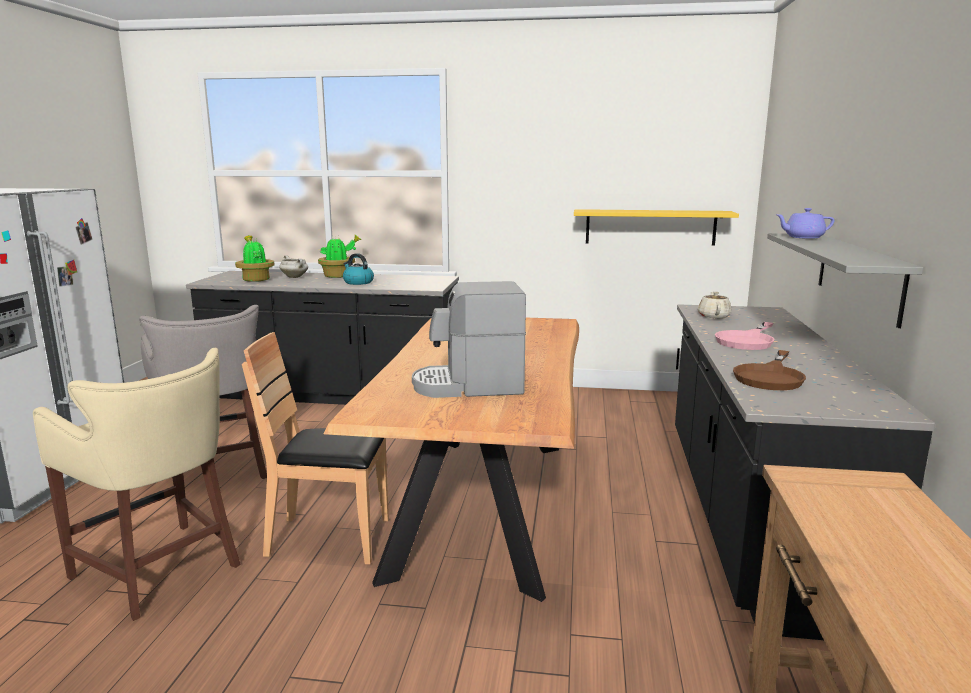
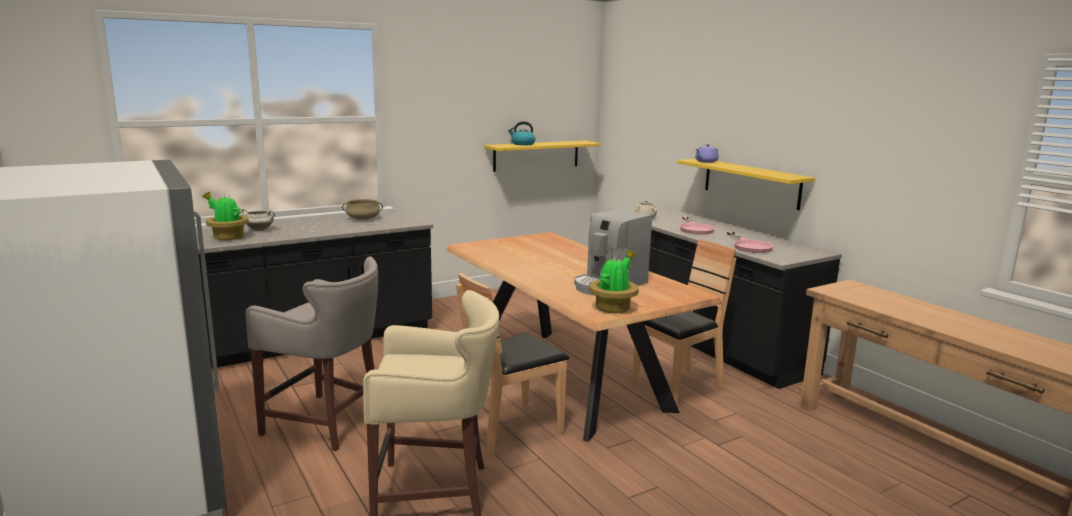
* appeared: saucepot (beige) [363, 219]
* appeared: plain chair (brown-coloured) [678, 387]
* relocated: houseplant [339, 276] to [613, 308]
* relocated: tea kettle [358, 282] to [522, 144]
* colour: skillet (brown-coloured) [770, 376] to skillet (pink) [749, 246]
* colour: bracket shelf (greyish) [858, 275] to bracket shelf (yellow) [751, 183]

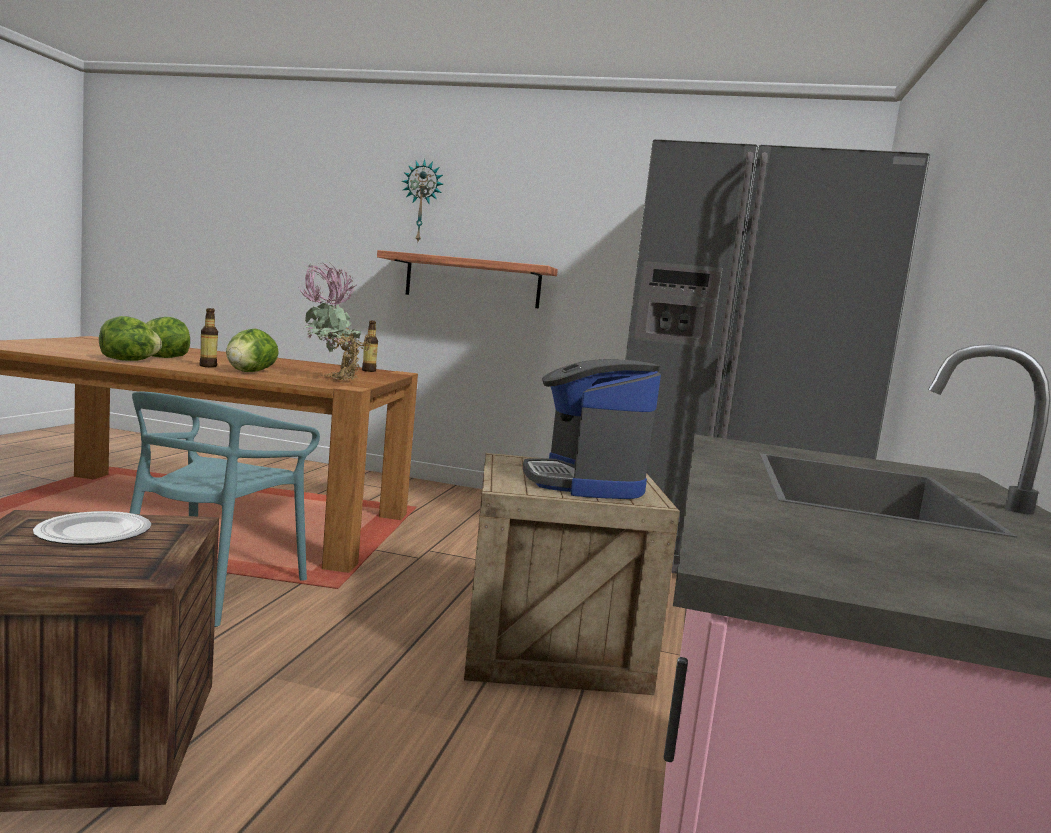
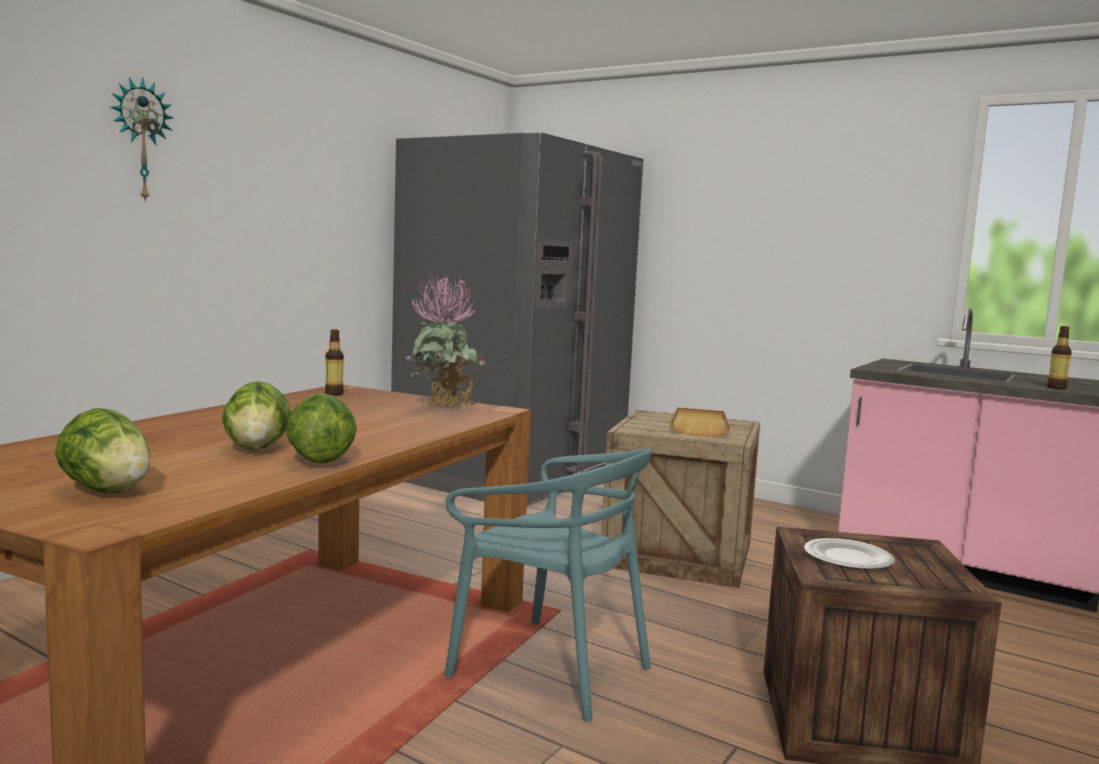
* missing: bracket shelf [472, 281]
* relocated: beverage bottle [208, 366] to [1056, 388]
* relocated: lettuce head [249, 372] to [107, 491]
* exchanged: coffee maker [585, 482] to carrying tray (beige) [699, 425]

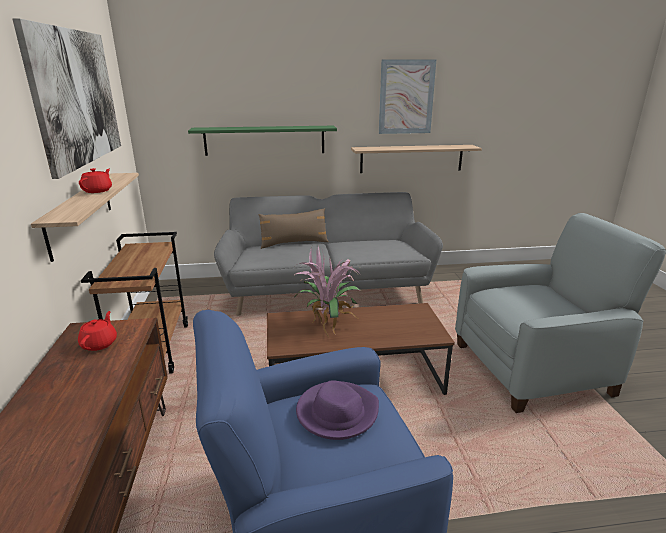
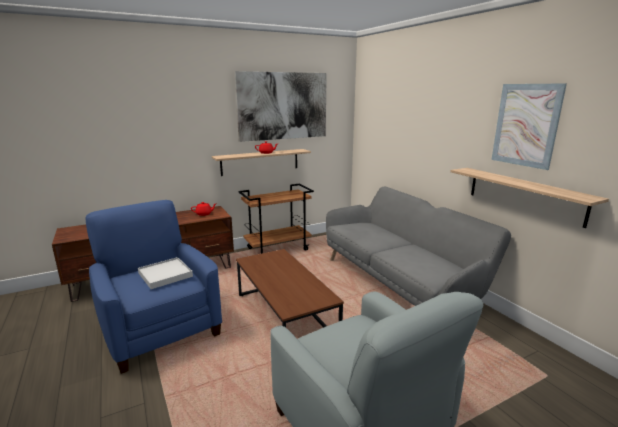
* missing: bracket shelf (green-coloured) [264, 140]
* missing: pillow (brown-coloured) [294, 243]
* missing: houseplant [329, 323]
* exchanged: clothing hat (purplish) [337, 412] to carrying tray (whitish) [165, 275]

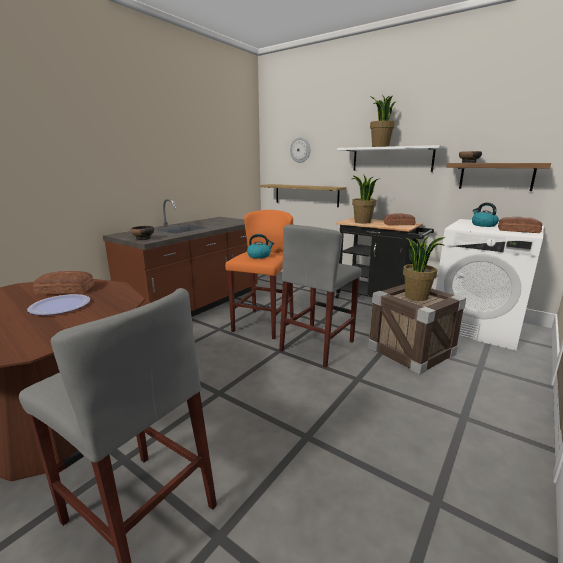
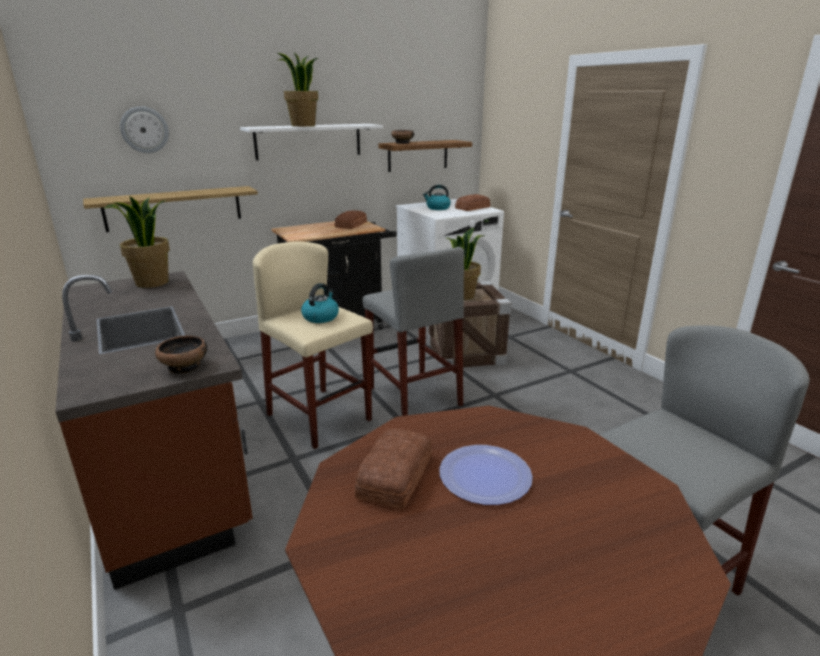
* relocated: houseplant [362, 222] to [152, 283]
* colour: stool (orange) [263, 324] to stool (beige) [319, 417]

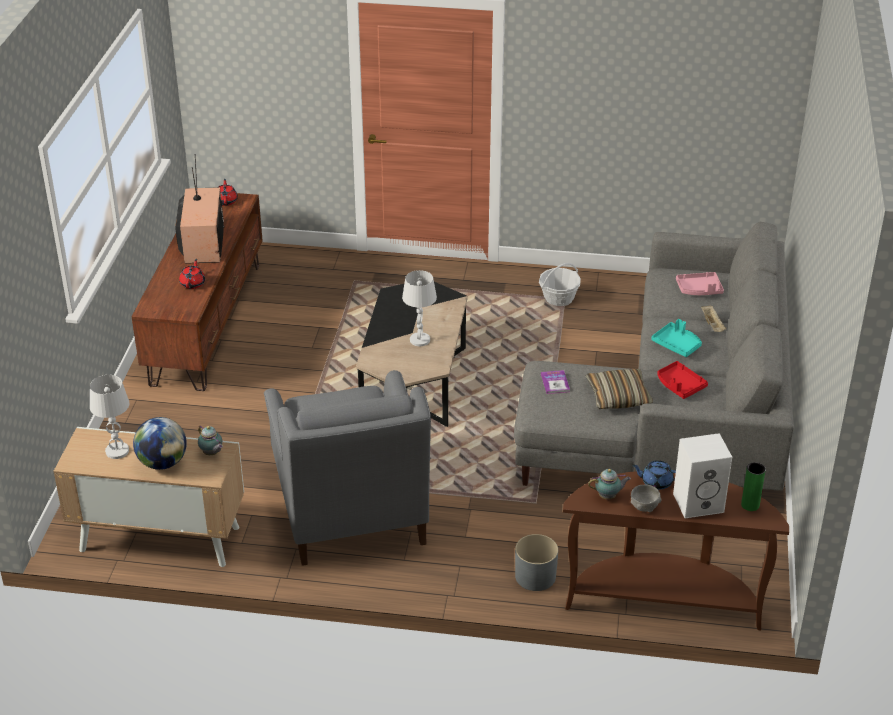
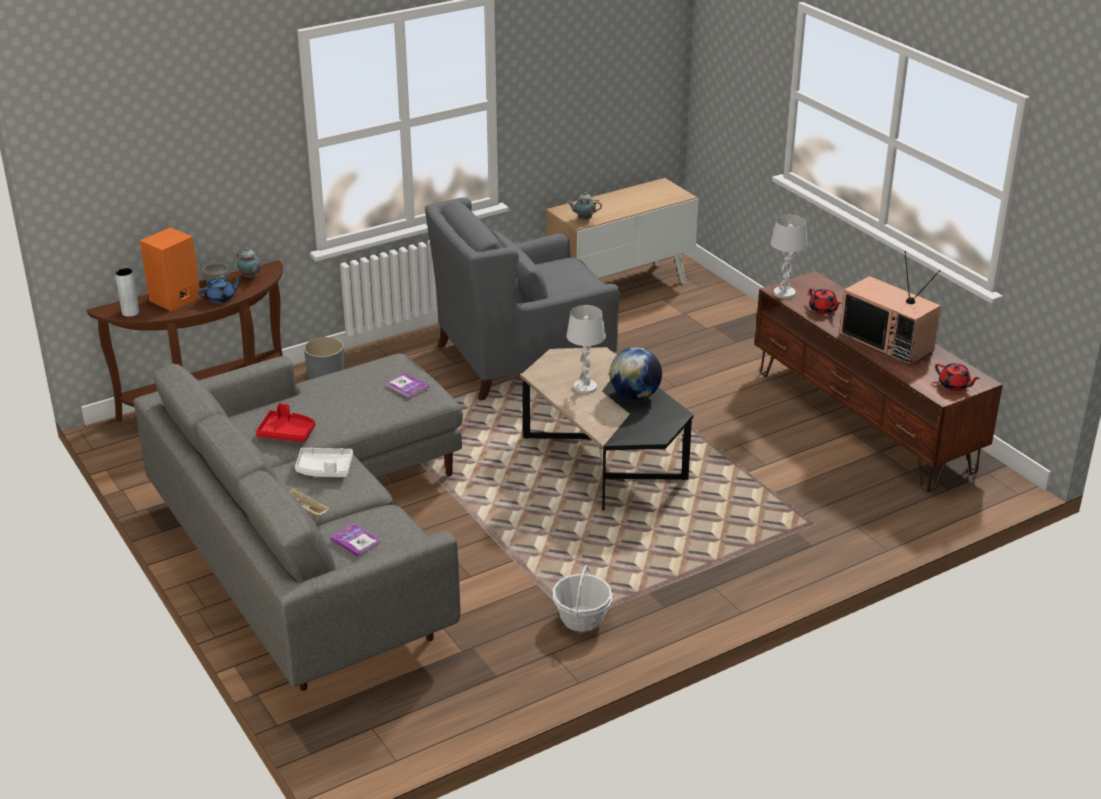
* missing: pillow [618, 396]
* relocated: lamp for a table (whitish) [117, 451] to [784, 293]
* relocated: world globe [162, 463] to [635, 395]
* exchanged: carrying tray (pink) [699, 289] to volume [356, 541]
* colour: carrying tray (turquoise-coloured) [677, 345] to carrying tray (whitish) [325, 469]
* colour: loudspeaker (whitish) [699, 502] to loudspeaker (orange) [174, 299]
* colour: flower vase (green-coloured) [750, 505] to flower vase (greyish) [130, 312]
* spun: easy chair (greyish) [350, 504] = [523, 358] 60 degrees counterclockwise
* spun: teapot [608, 496] = [251, 277] 90 degrees counterclockwise

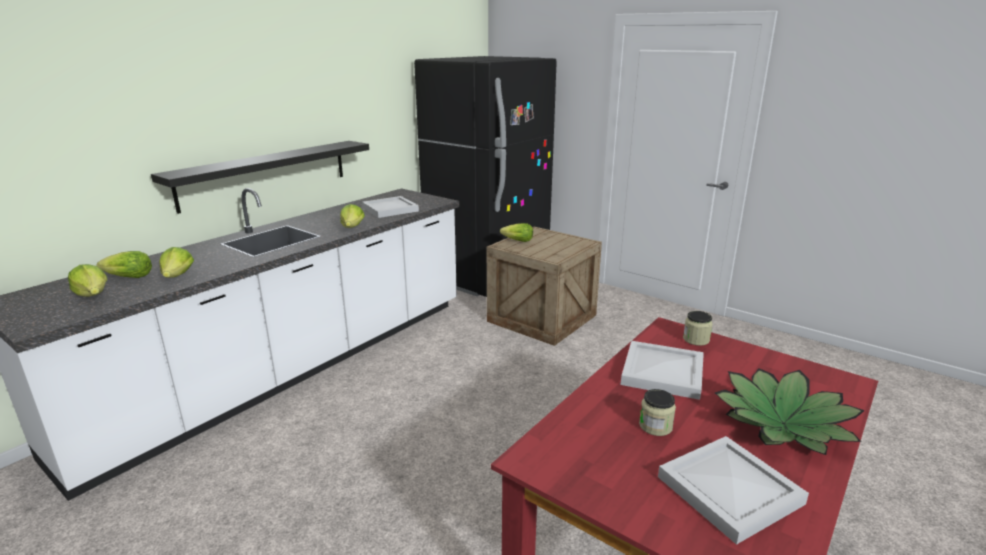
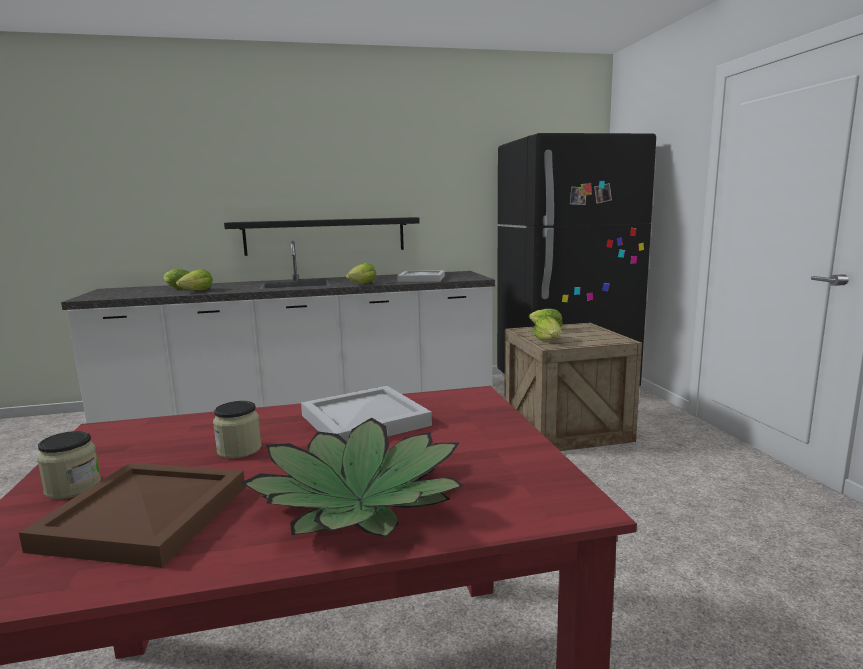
* relocated: lettuce head [93, 295] to [548, 341]
* relocated: jar [696, 339] to [73, 487]
* colour: carrying tray (whitish) [729, 488] to carrying tray (brown-coloured) [148, 516]

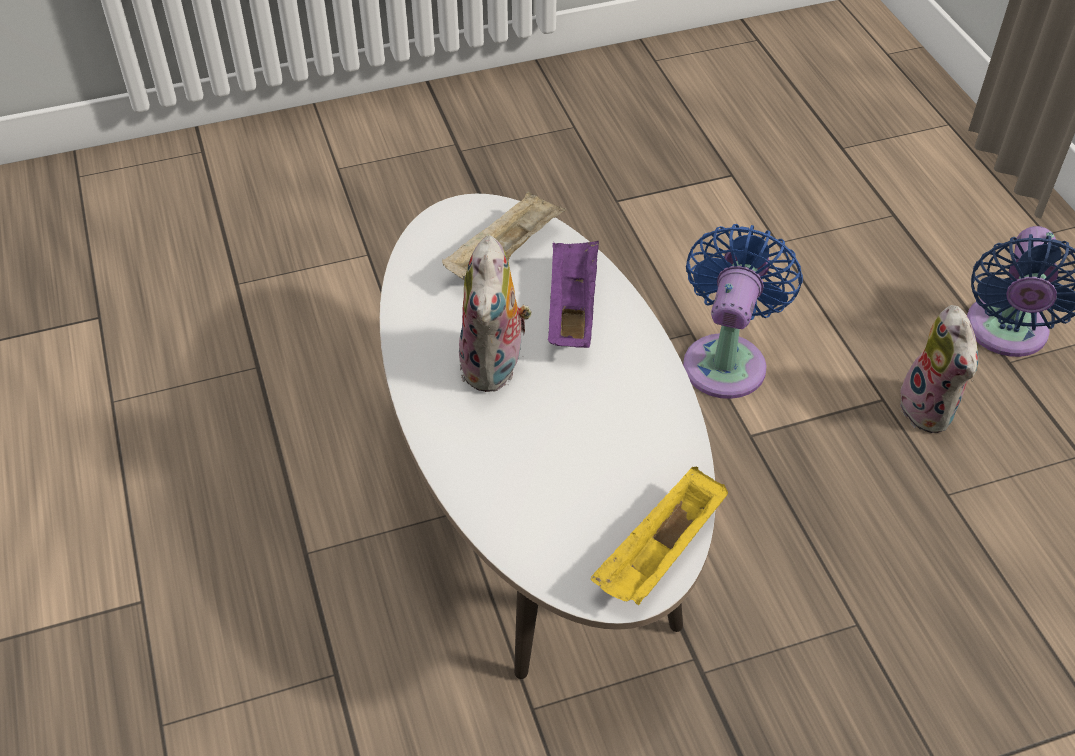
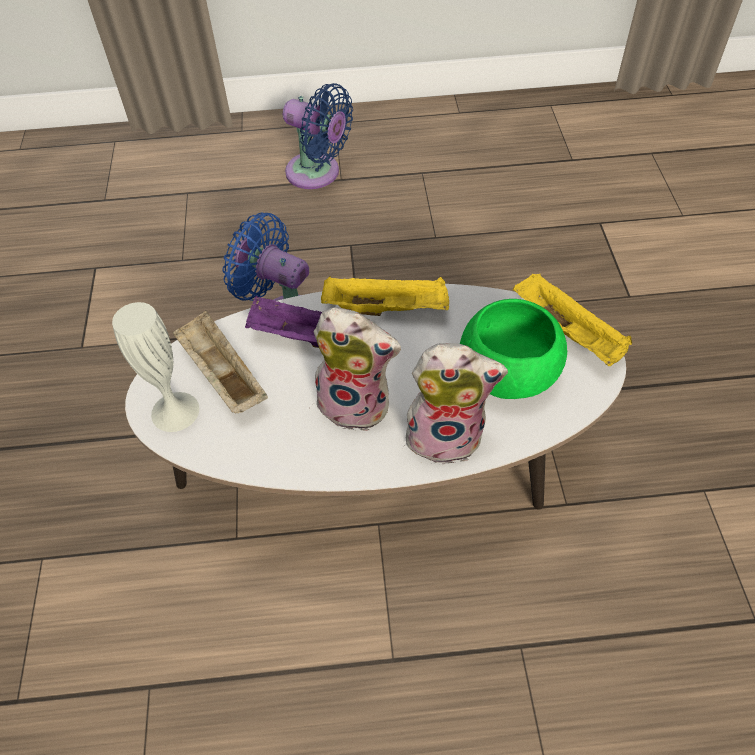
* appeared: flower vase (whitish) [175, 411]
* appeared: carrying tray (yellow) [388, 308]
* appeared: bowl (green-coloured) [508, 373]
* relocated: plush toy [931, 410] to [446, 435]

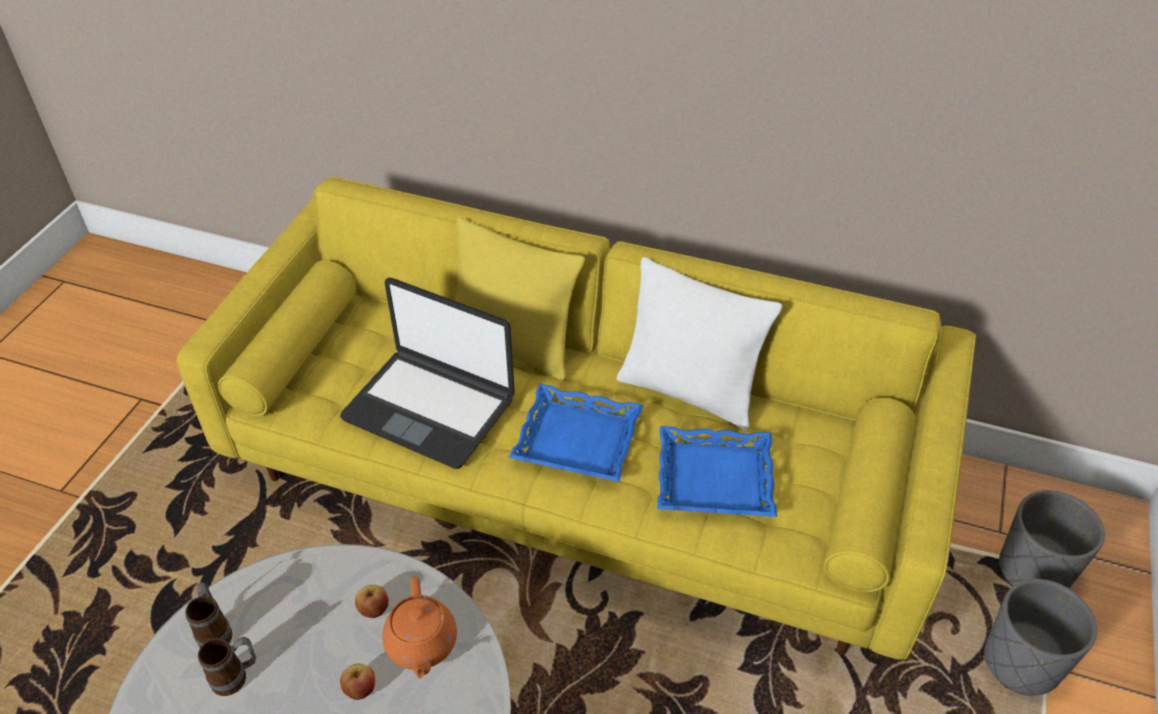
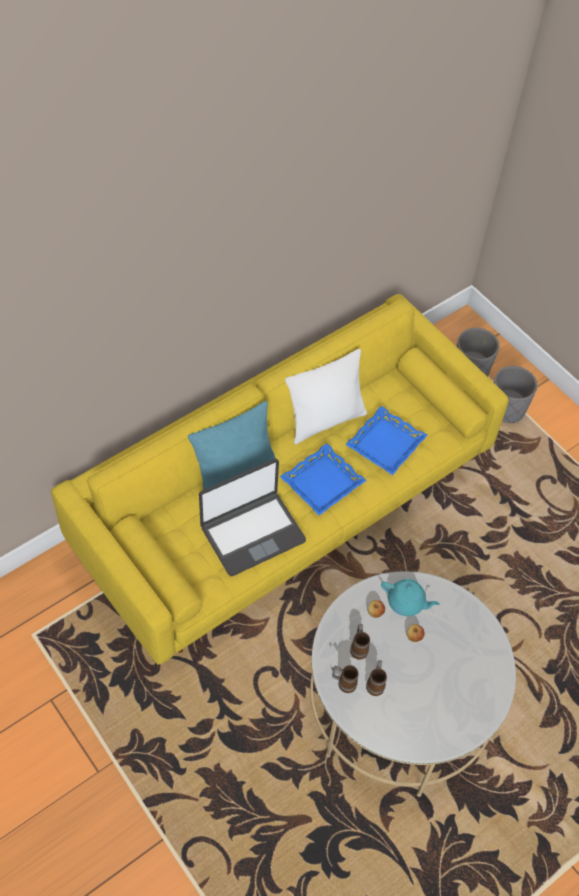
* appeared: tea mug [358, 647]
* colour: teapot (orange) [421, 645] to teapot (turquoise-coloured) [407, 602]
* colour: pillow (yellow) [513, 347] to pillow (turquoise-coloured) [235, 474]

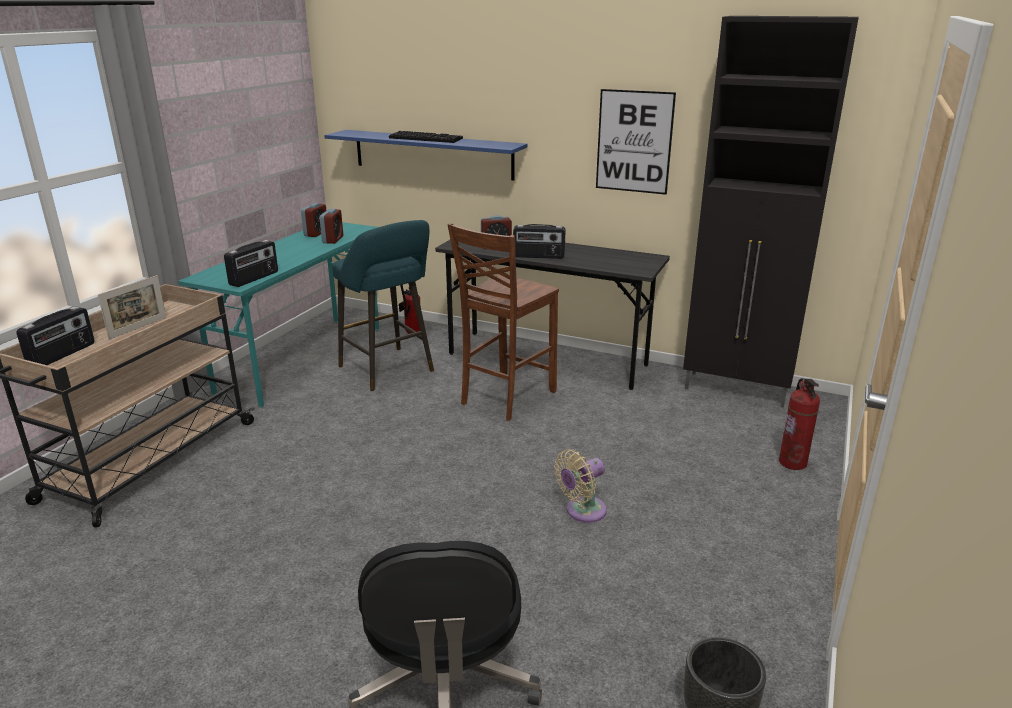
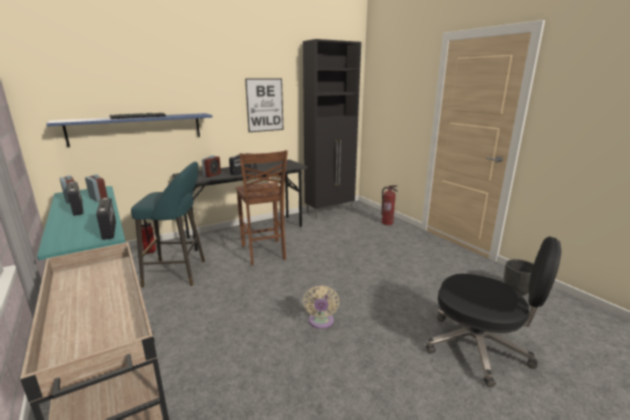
* missing: standing frame [138, 328]
* relocated: radio set [62, 355] to [78, 209]
* relocated: electric fan (beige) [582, 511] to [320, 322]

